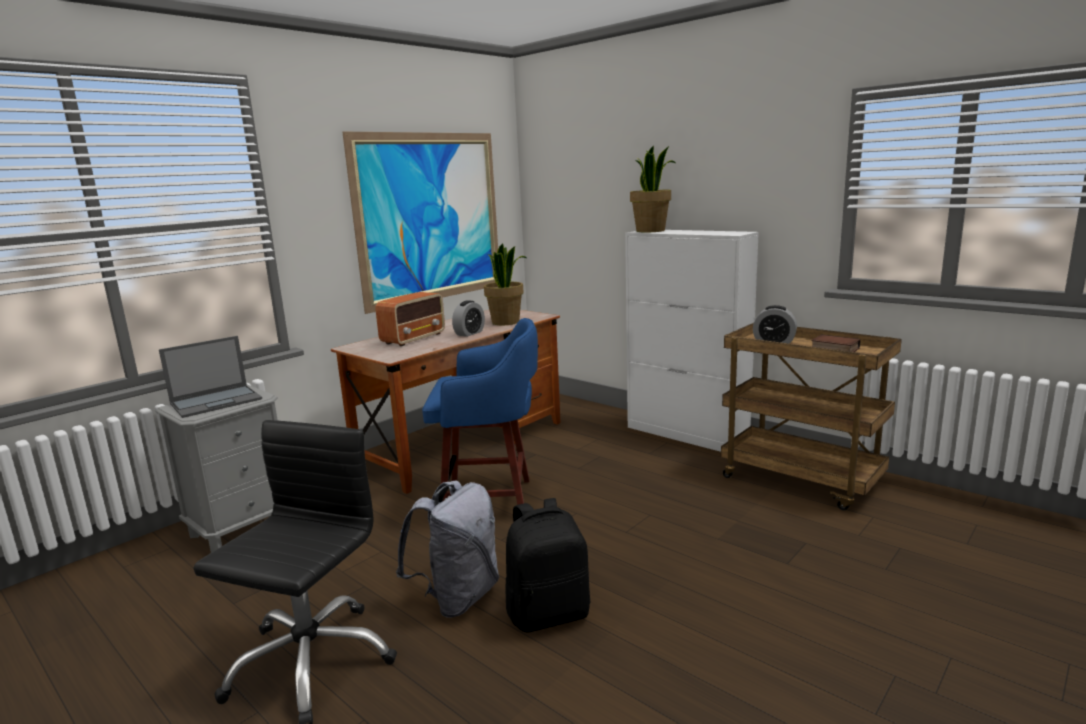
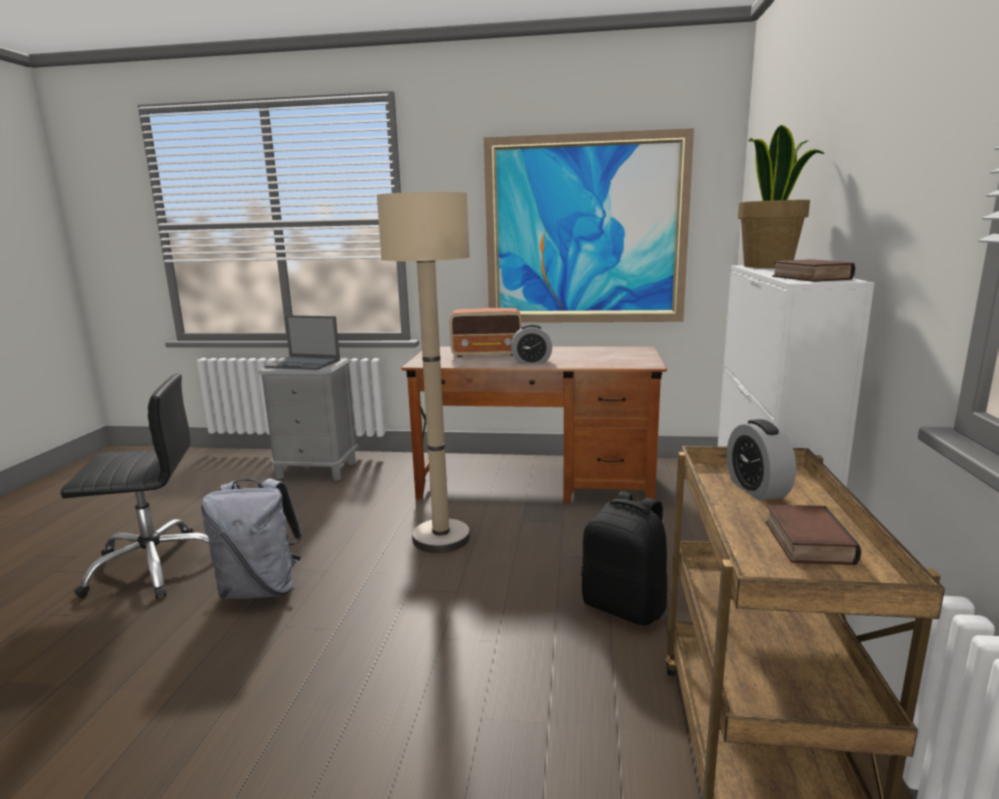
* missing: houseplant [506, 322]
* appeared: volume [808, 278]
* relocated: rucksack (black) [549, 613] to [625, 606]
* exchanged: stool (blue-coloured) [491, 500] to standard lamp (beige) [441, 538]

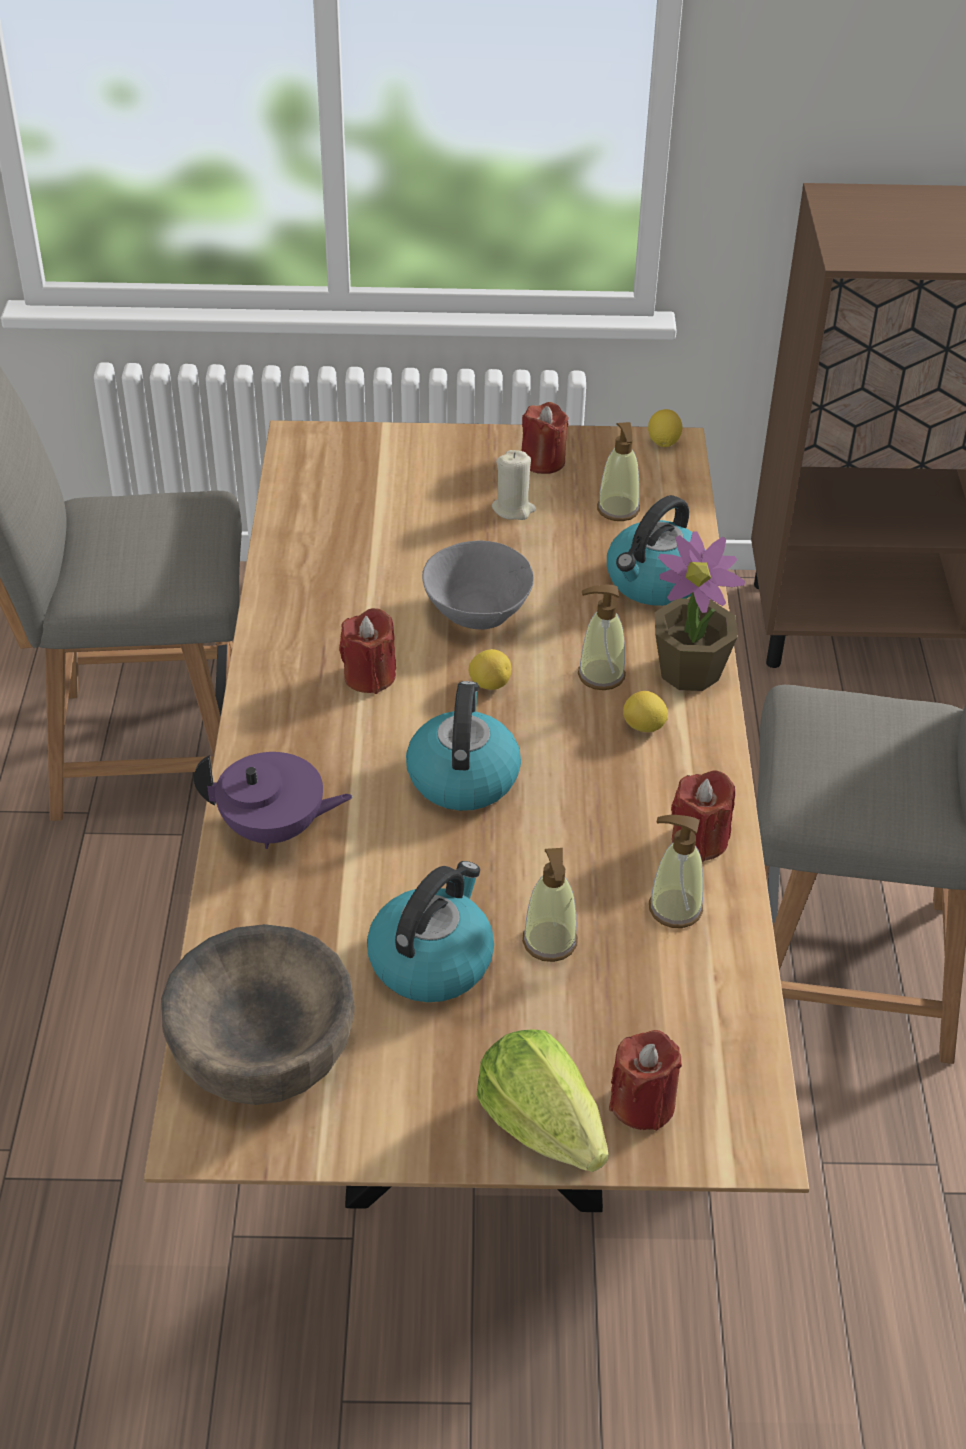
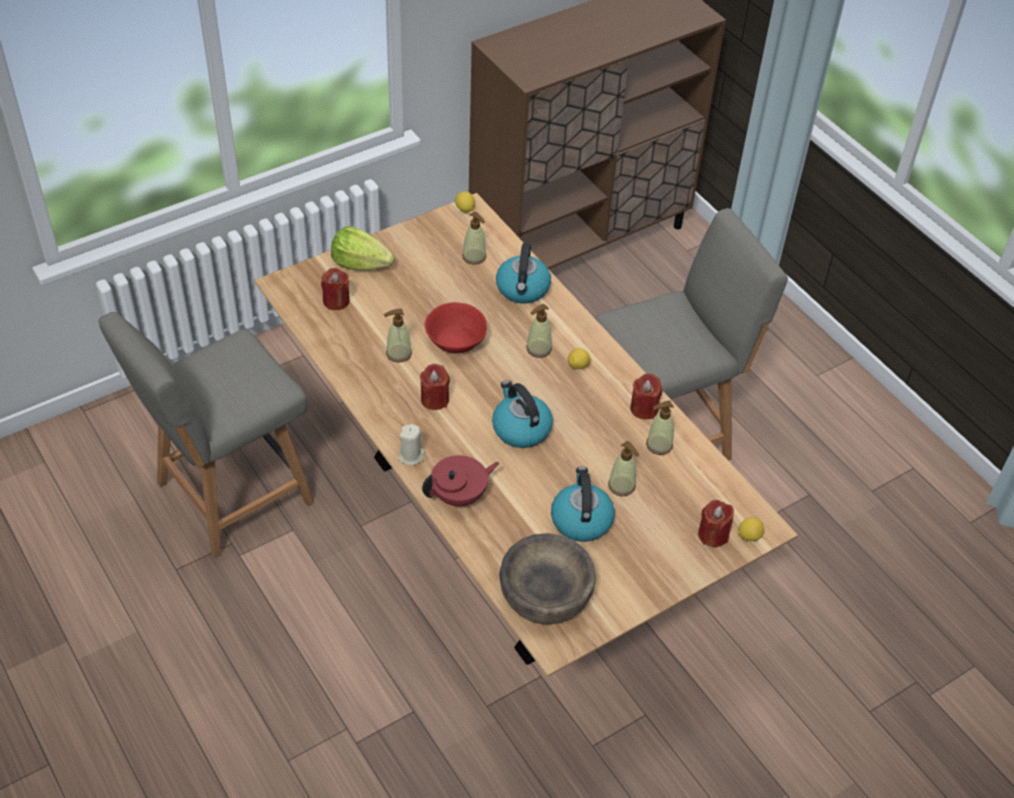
* missing: houseplant [690, 671]
* appeared: soap dispenser [398, 353]
* relocated: lemon [489, 684] to [749, 536]
* relocated: lettuce head [541, 1125] to [360, 264]
* relocated: candle (beige) [513, 509] to [411, 456]
* relocated: candle (red-coloured) [543, 461] to [336, 301]
* colour: teapot (purplish) [274, 829] to teapot (red-coloured) [460, 496]
* colour: bowl (greyish) [475, 612] to bowl (red-coloured) [454, 343]

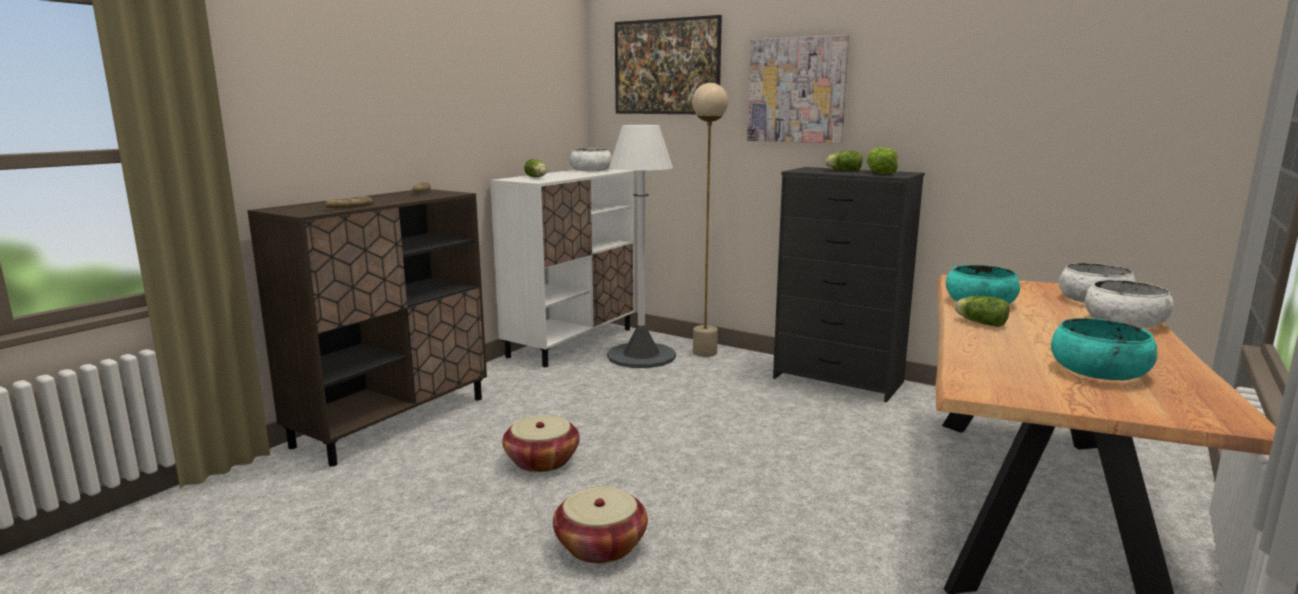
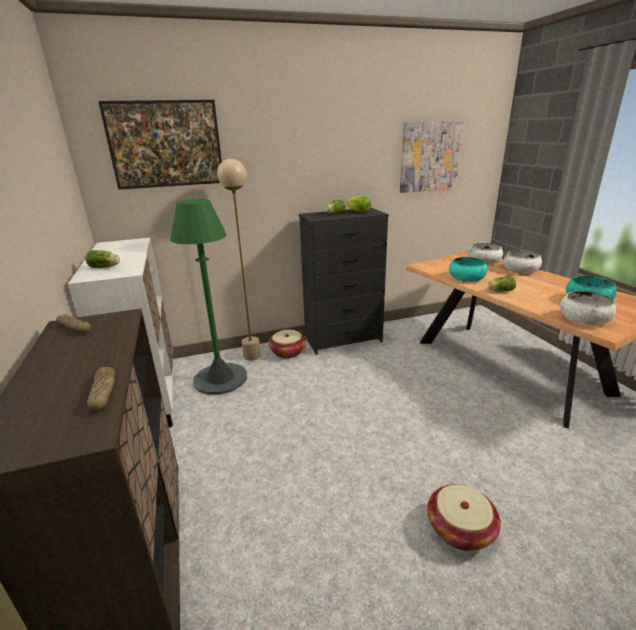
* relocated: basket [542, 461] to [288, 352]
* relocated: bowl (whitish) [591, 170] to [584, 319]
* relocated: picture [797, 90] to [430, 157]
* colour: standard lamp (whitish) [641, 356] to standard lamp (green-coloured) [220, 379]

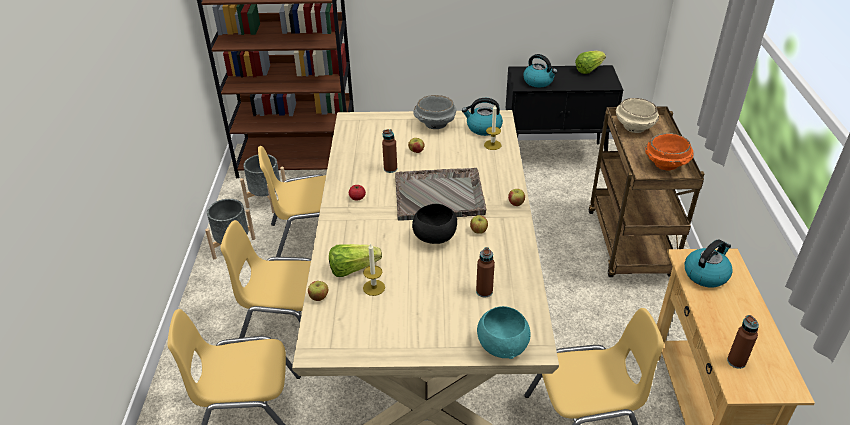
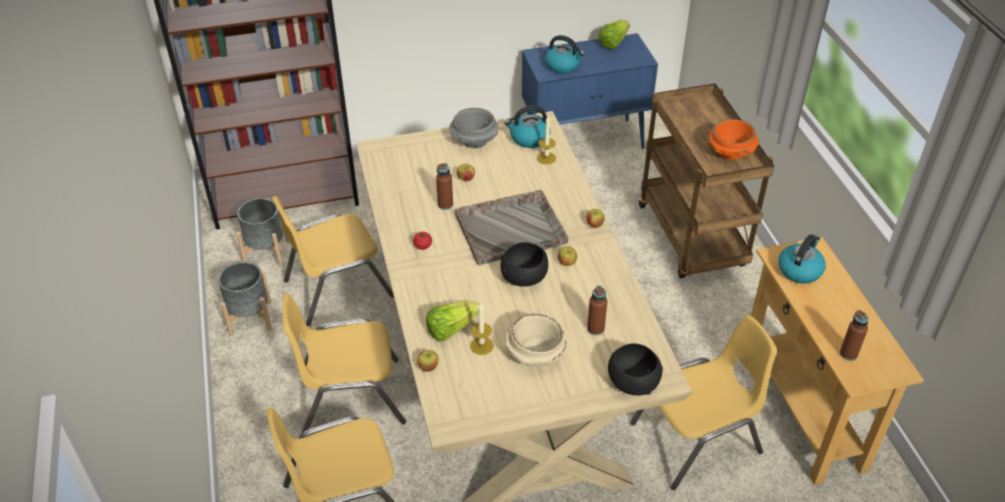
* relocated: bowl (beige) [634, 127] to [535, 355]
* colour: bowl (turquoise-coloured) [502, 346] to bowl (black) [632, 383]
* colour: cabinet (black) [555, 155] to cabinet (blue-coloured) [584, 142]

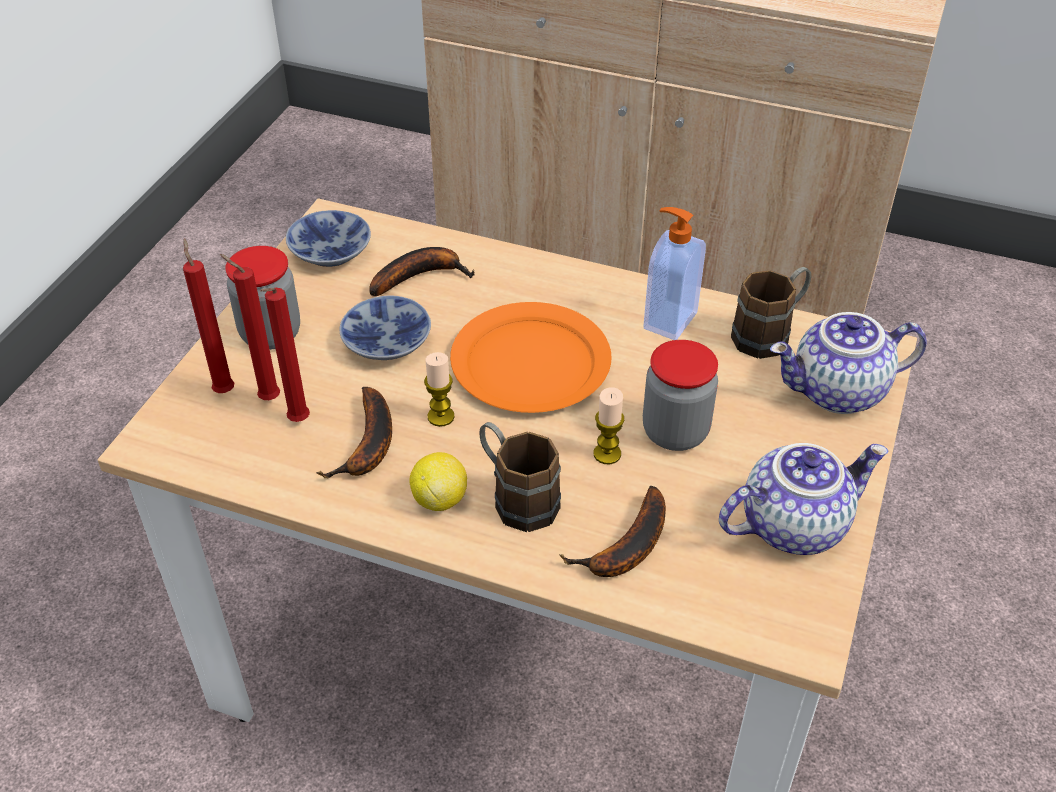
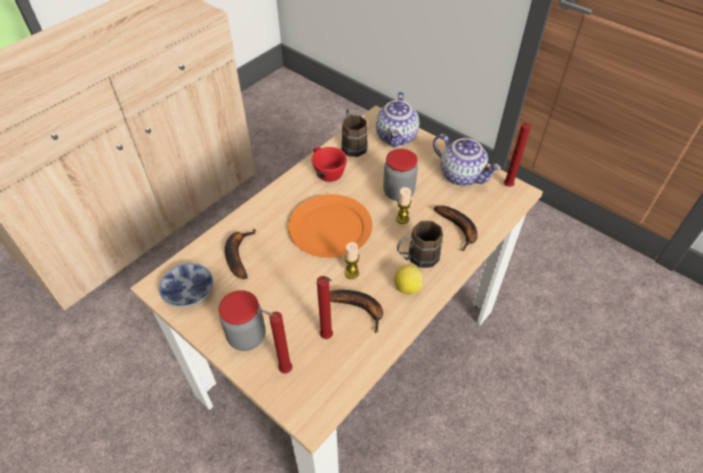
* missing: bowl [387, 340]
* relocated: candle (red-coloured) [266, 398] to [507, 187]
* exchanged: soap dispenser [668, 320] to cup (red-coloured) [326, 172]
* spun: teapot [793, 524] = [462, 175] 135 degrees clockwise

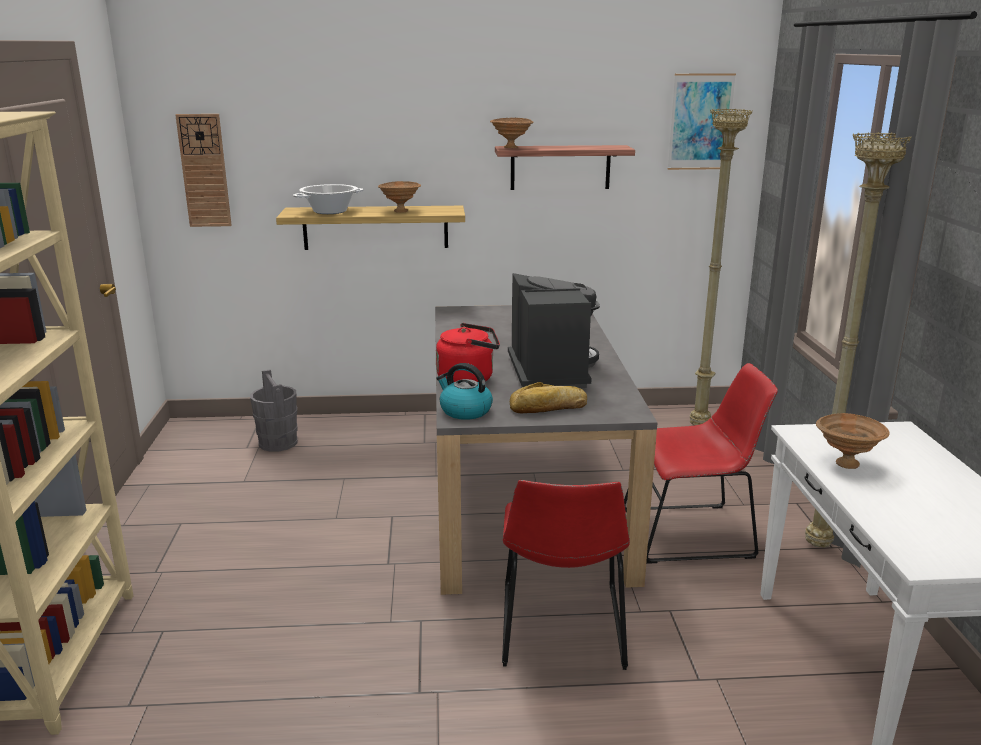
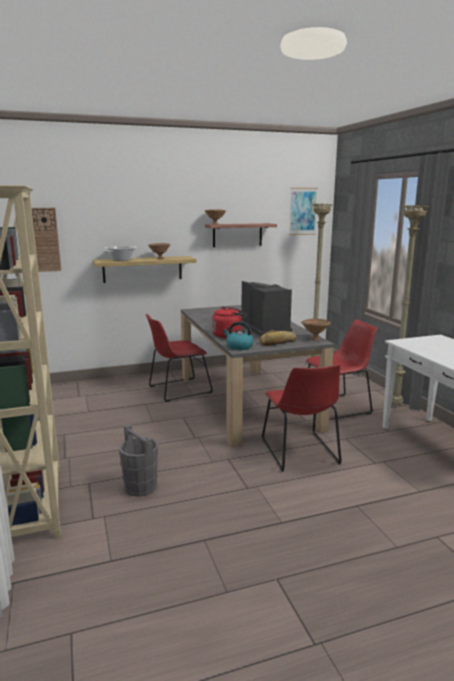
* appeared: plain chair (red-coloured) [177, 390]
* relocated: bucket (greyish) [278, 443] to [141, 487]
* relocated: bowl (brown-coloured) [845, 463] to [314, 339]

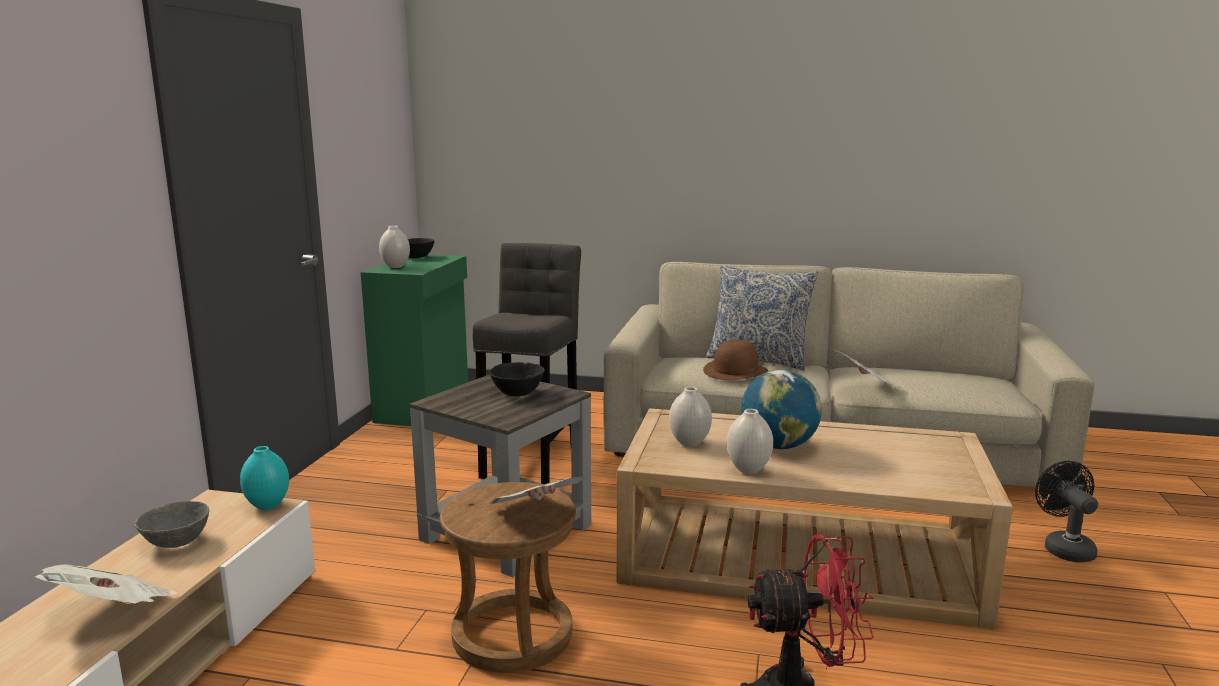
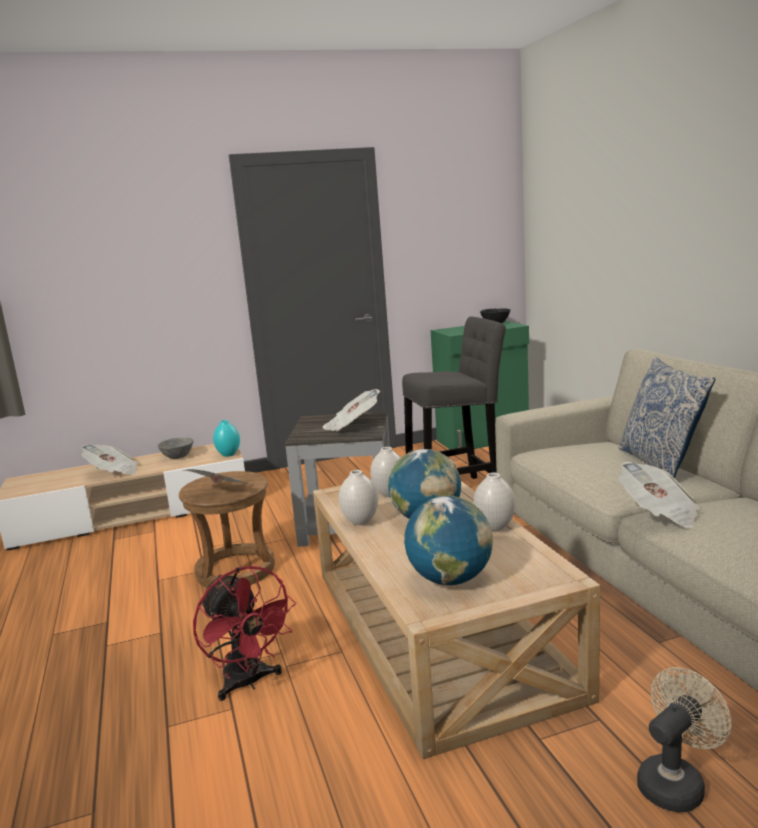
* missing: clothing hat (brown-coloured) [735, 371]
* appeared: world globe [450, 580]
* relocated: flower vase (whitish) [396, 266] to [495, 527]
* exchanged: bowl (black) [517, 393] to daily paper [352, 426]
* colour: electric fan (black) [1064, 547] to electric fan (beige) [676, 782]

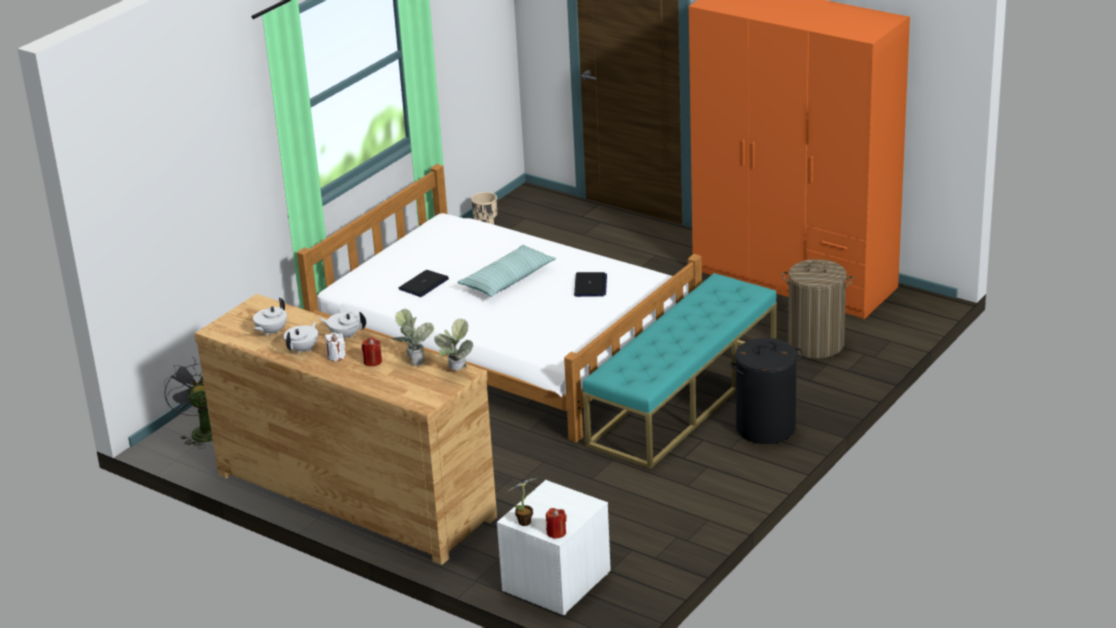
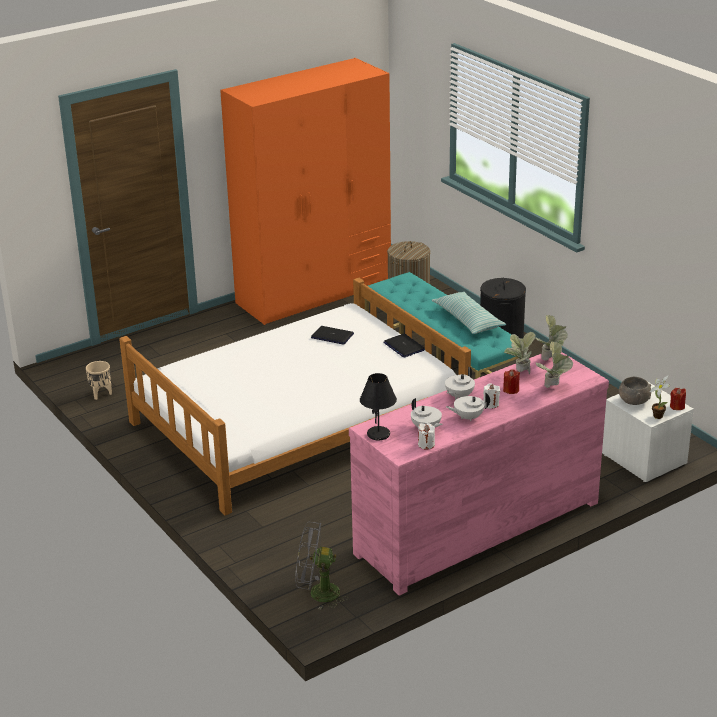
* appeared: lamp for a table (black) [379, 435]
* appeared: candle (whitish) [426, 444]
* appeared: houseplant [553, 387]
* appeared: bowl (greyish) [633, 401]
* relocated: laptop [424, 284] to [403, 346]
* relocated: pillow [508, 280] to [468, 320]
* colour: chest of drawers (brown-coloured) [355, 494] to chest of drawers (pink) [476, 527]
* spun: teapot (whitish) [303, 349] = [468, 417] 60 degrees counterclockwise

